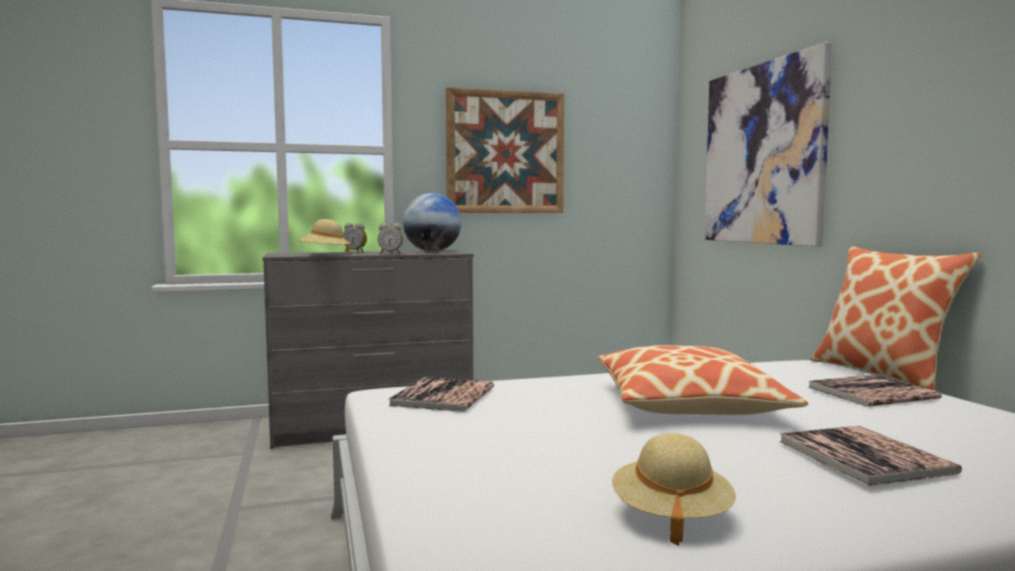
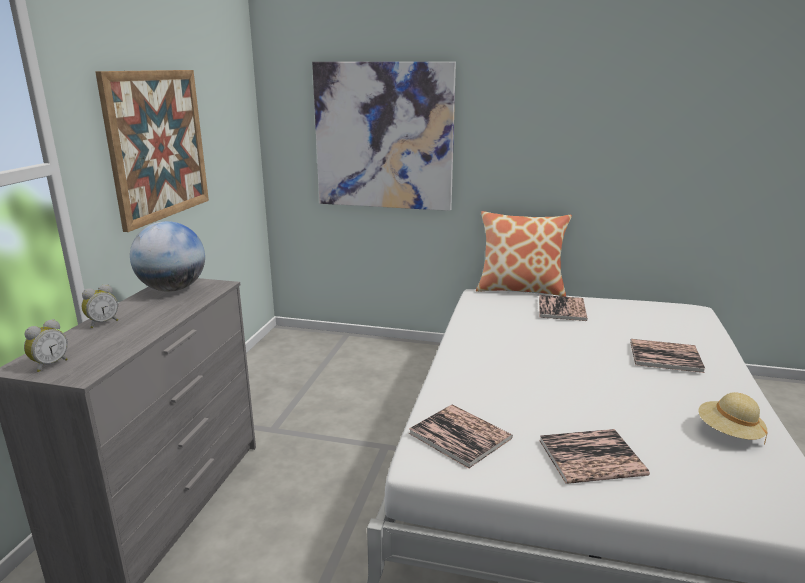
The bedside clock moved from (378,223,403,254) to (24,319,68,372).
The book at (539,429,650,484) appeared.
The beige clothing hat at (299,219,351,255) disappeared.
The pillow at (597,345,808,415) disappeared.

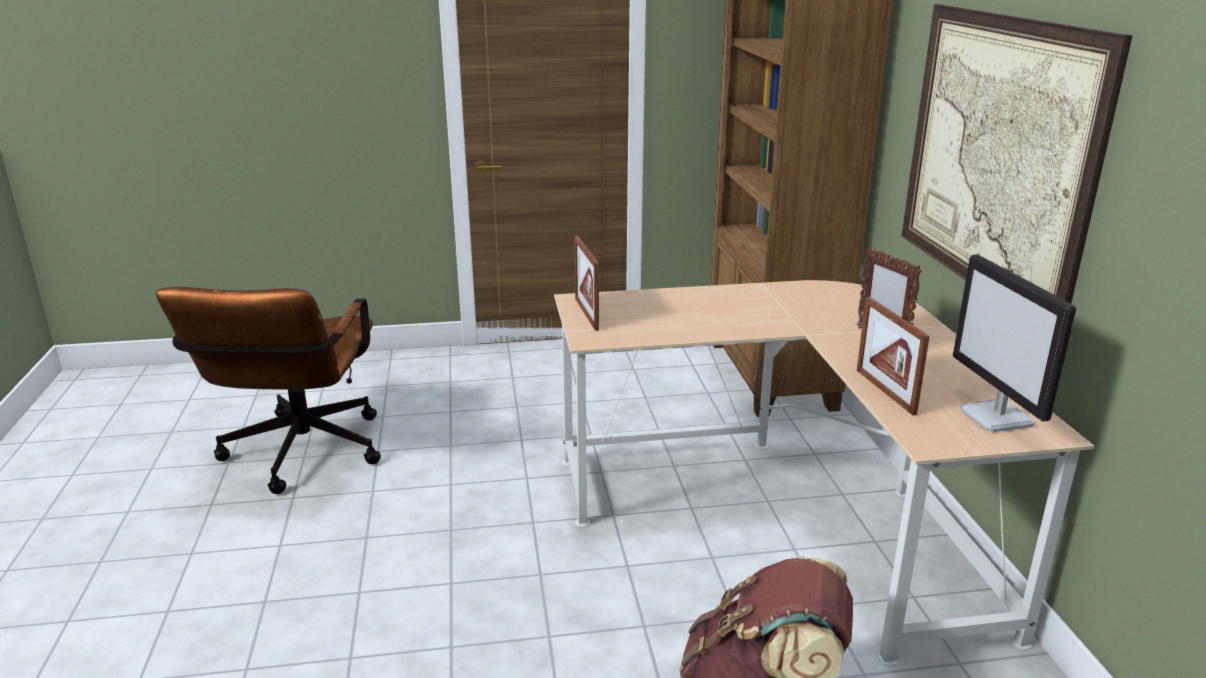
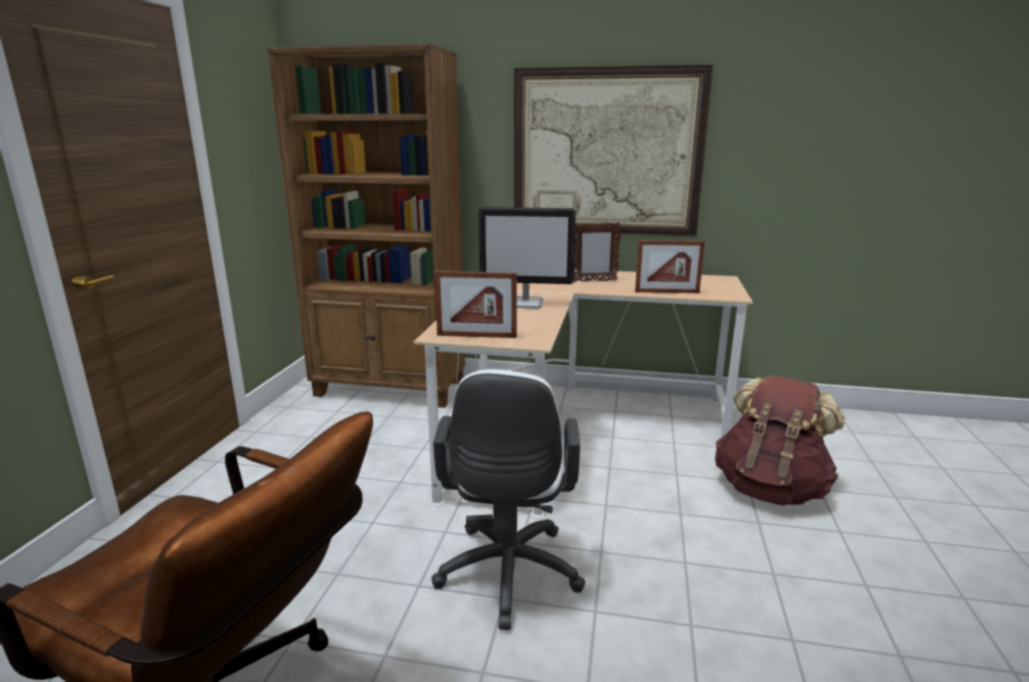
The white-coloured desk chair at (431,369,585,630) appeared.
The monitor moved from (953,254,1077,433) to (479,207,576,308).

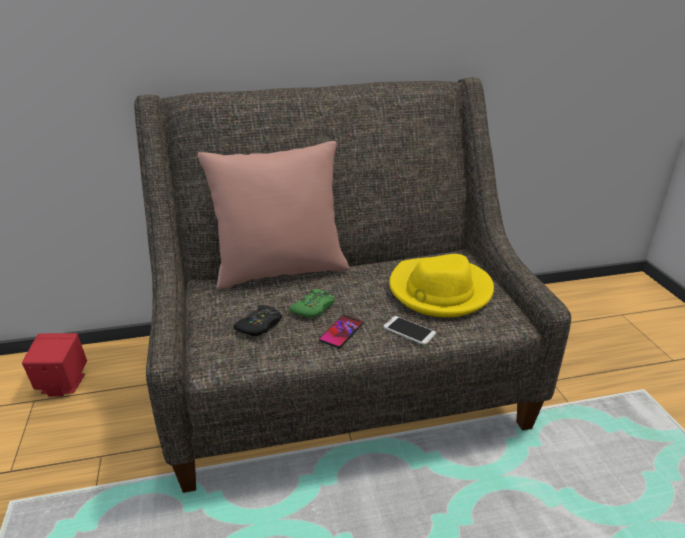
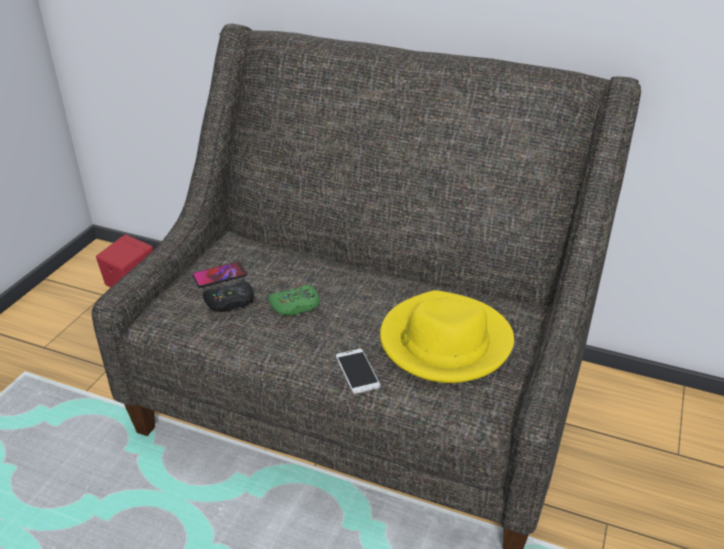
The handset moved from (319,315,363,348) to (192,262,247,288).
The pink pillow at (198,141,349,290) disappeared.

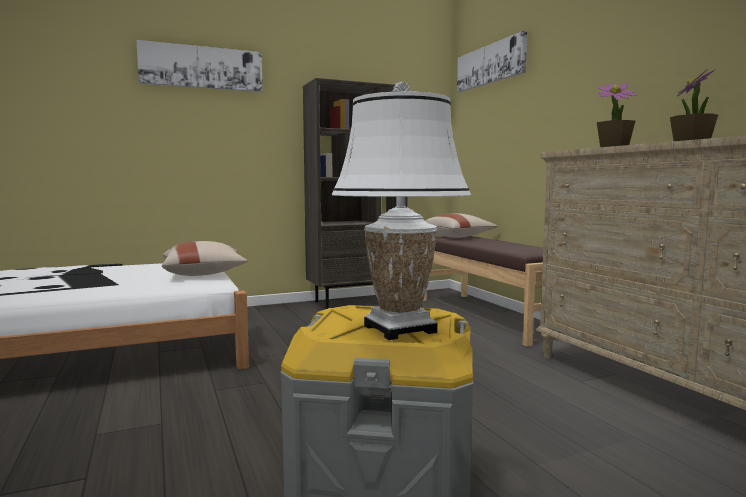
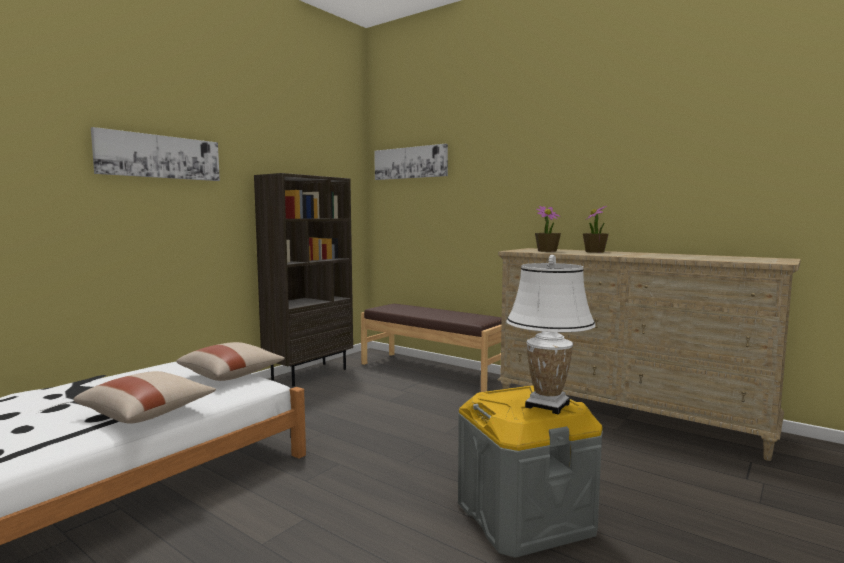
The beige pillow moved from (425,213,498,238) to (74,371,216,424).

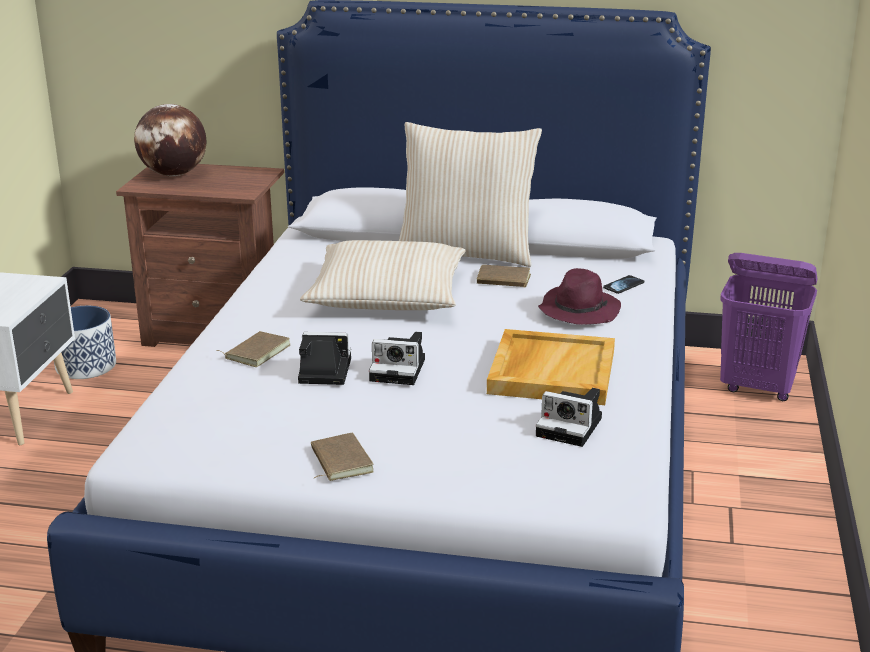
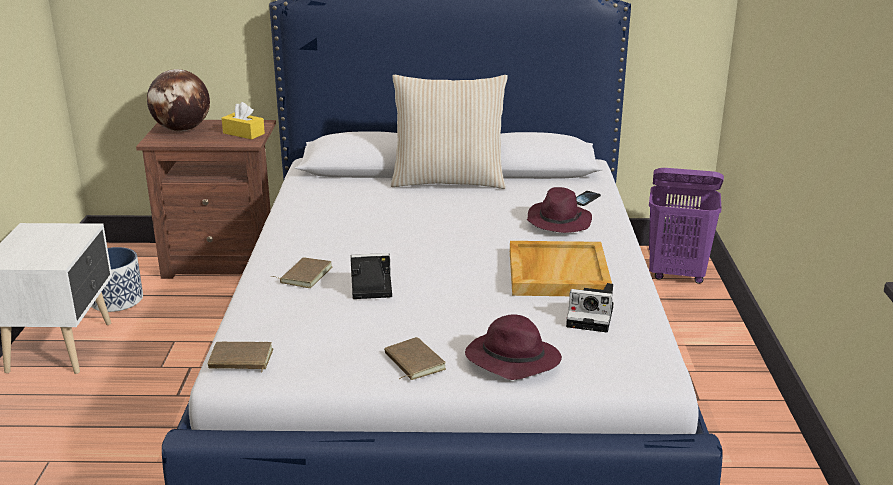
The brownish book moved from (477,265,531,288) to (207,342,274,372).
The yellowish tissue box at (222,102,265,139) appeared.
The purple clothing hat at (465,314,562,380) appeared.
The beige pillow at (300,240,466,310) disappeared.
The photo camera at (369,332,425,385) disappeared.

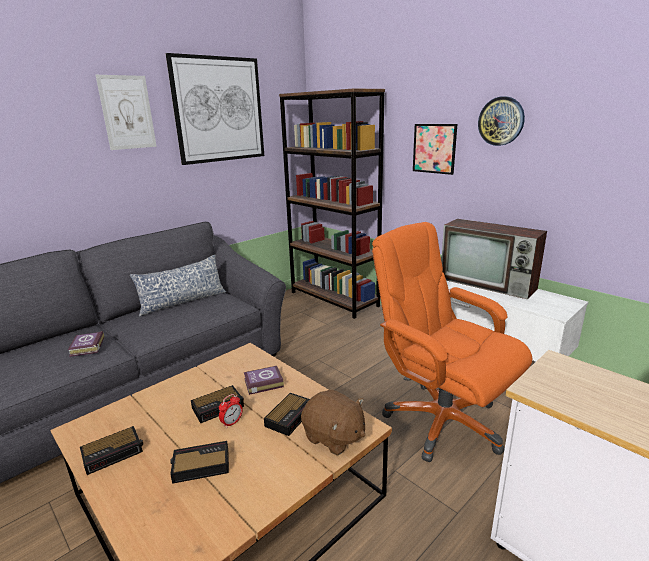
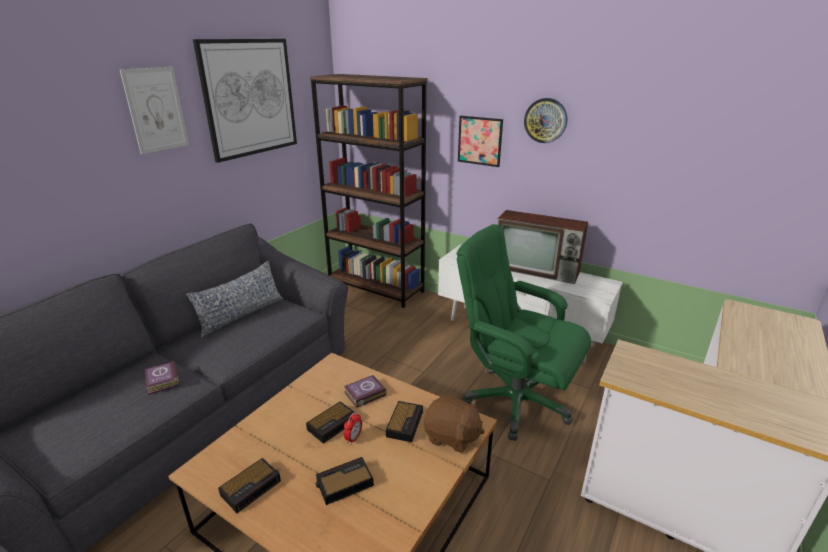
The orangey desk chair at (372,222,533,462) became the greenish desk chair at (457,224,591,441).

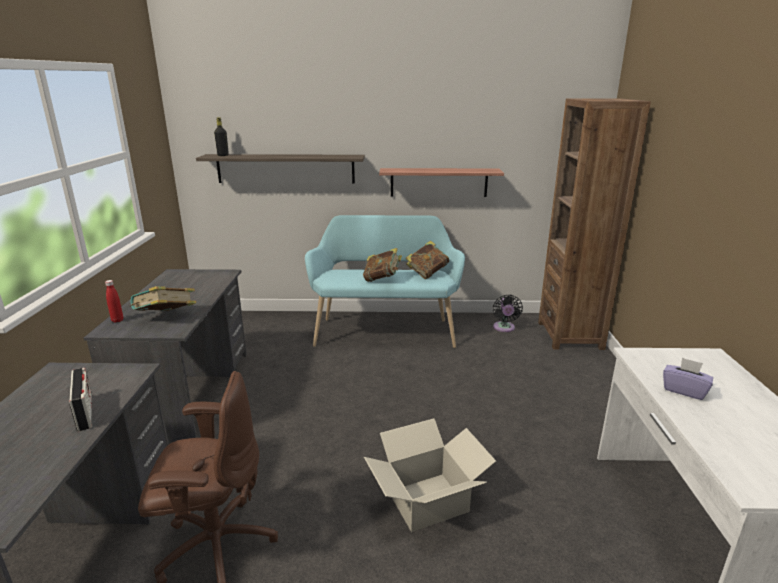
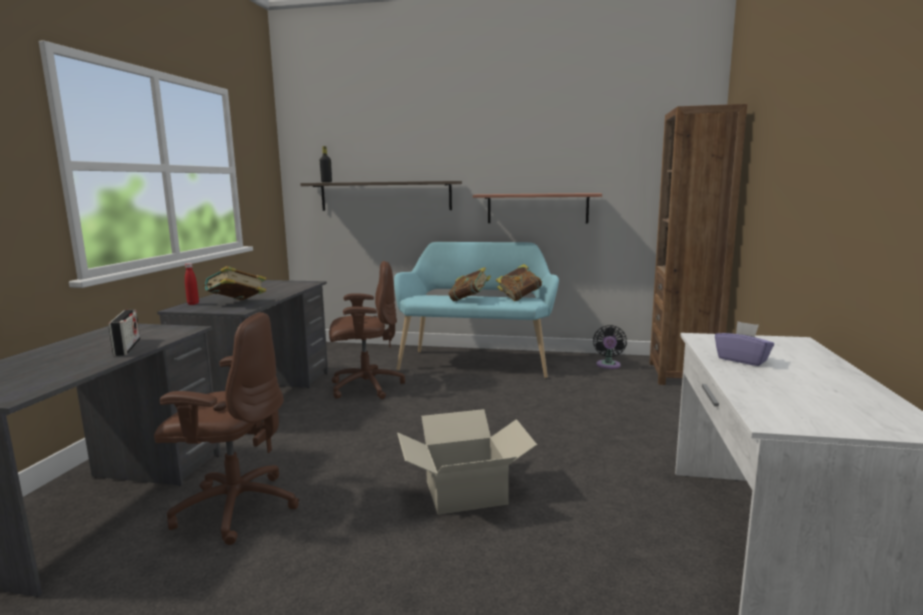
The brownish desk chair at (329,261,405,399) appeared.

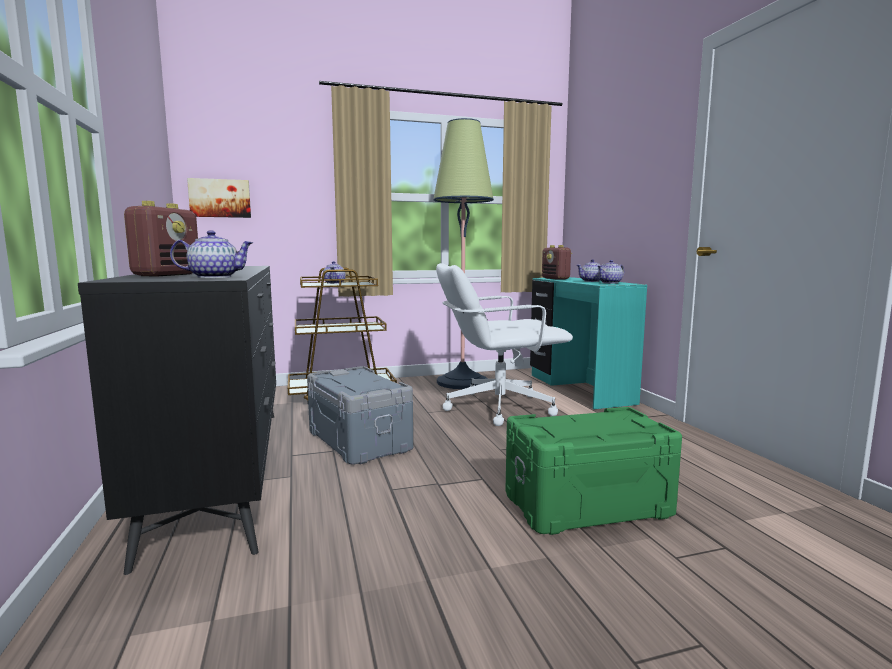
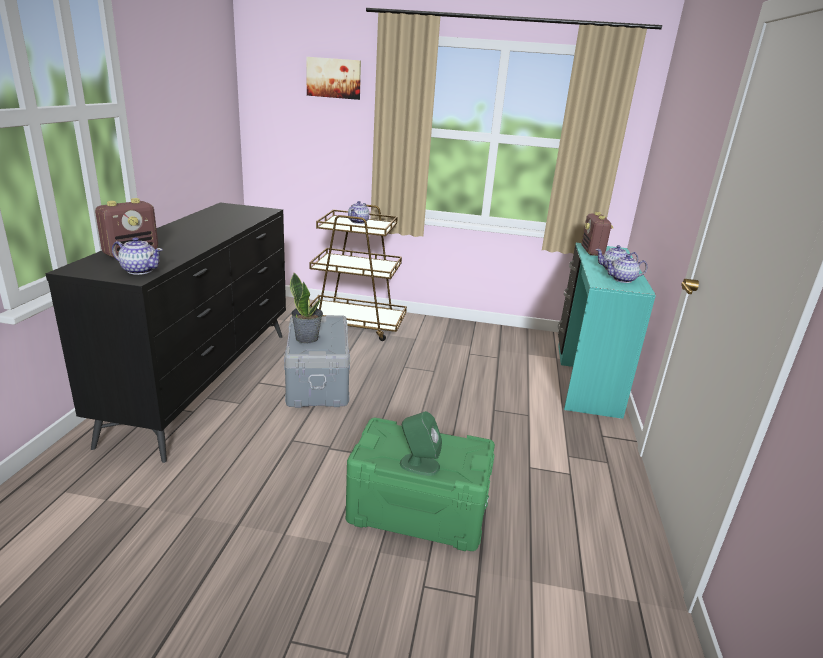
The plant in a pot at (290,273,323,344) appeared.
The wall picture moved from (187,178,251,218) to (306,57,361,100).
The greenish loudspeaker at (400,411,442,476) appeared.
The standard lamp at (433,118,494,389) disappeared.
The white-coloured desk chair at (436,263,573,426) disappeared.

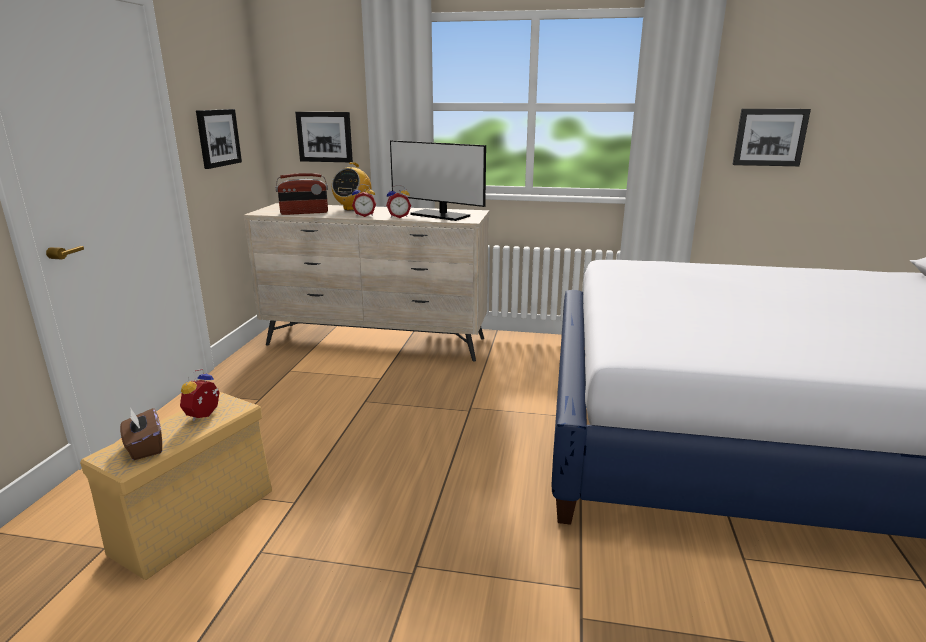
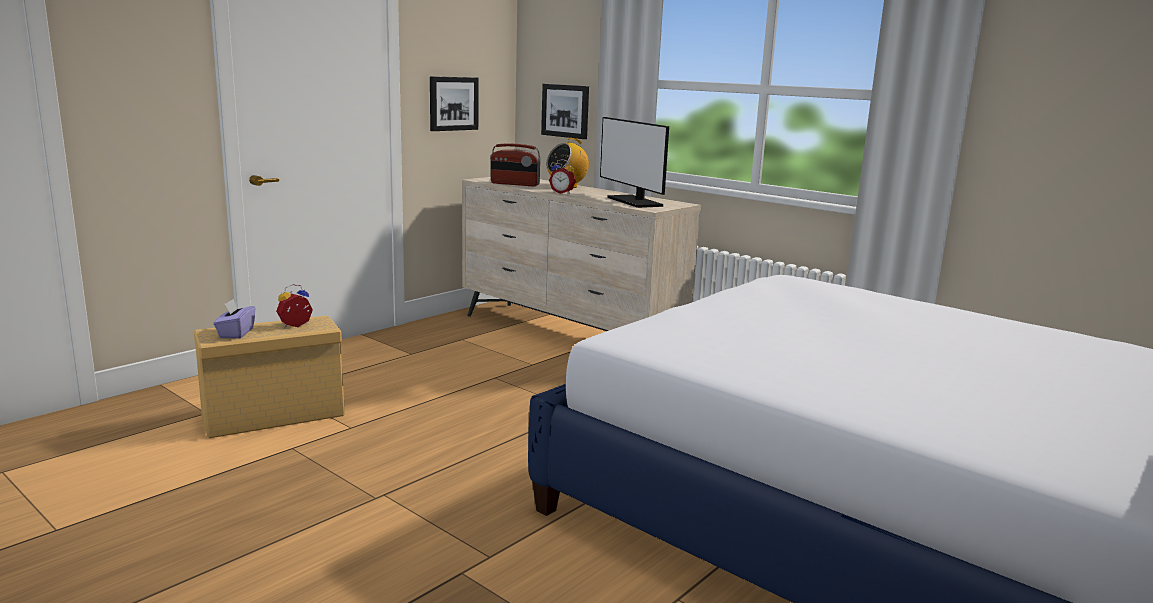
The brownish tissue box at (120,408,162,460) became the purple tissue box at (213,299,255,339).
The bedside clock at (386,185,411,218) disappeared.
The wall picture at (732,109,811,166) disappeared.

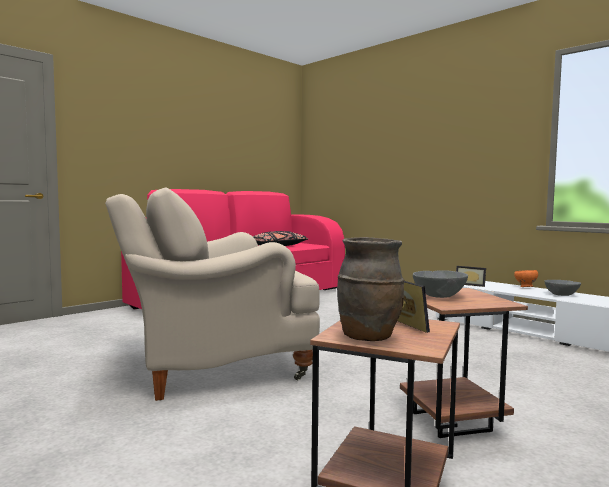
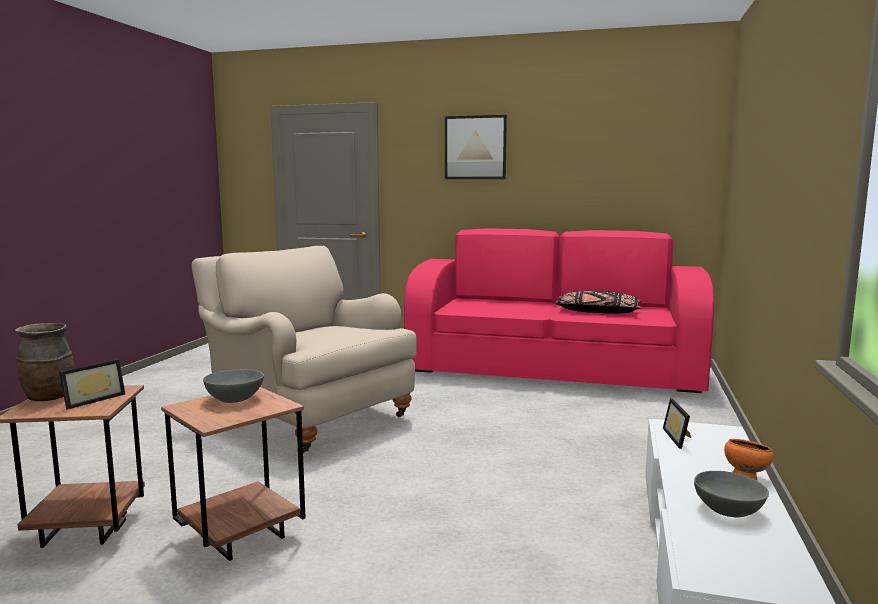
The wall picture at (445,115,507,179) appeared.

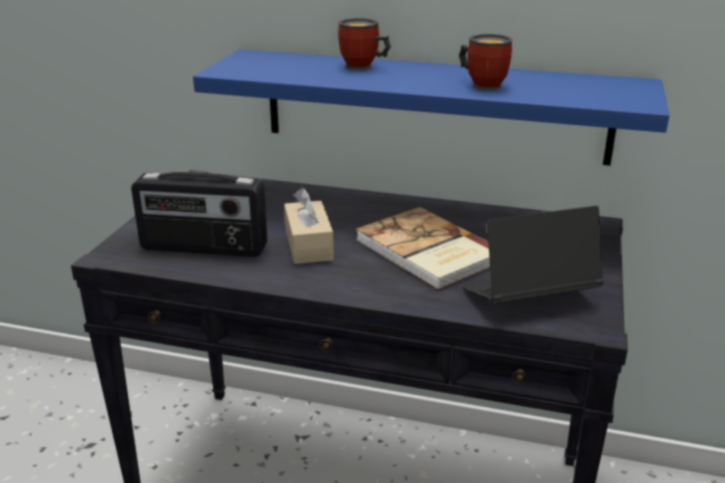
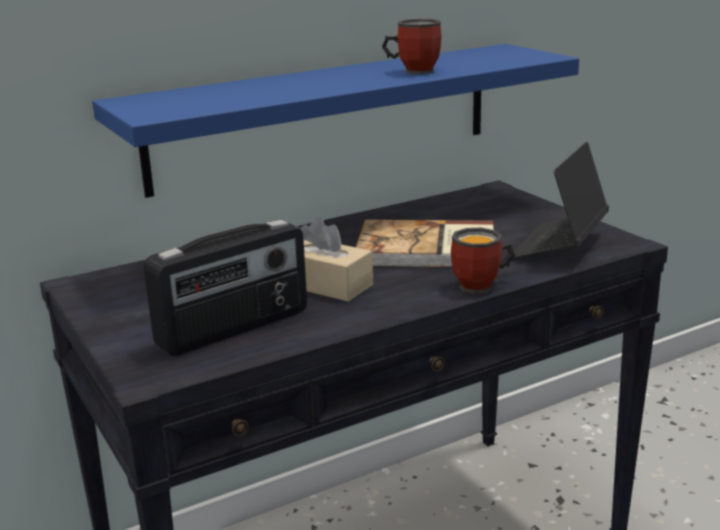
The tea mug moved from (338,18,391,70) to (451,228,515,293).

